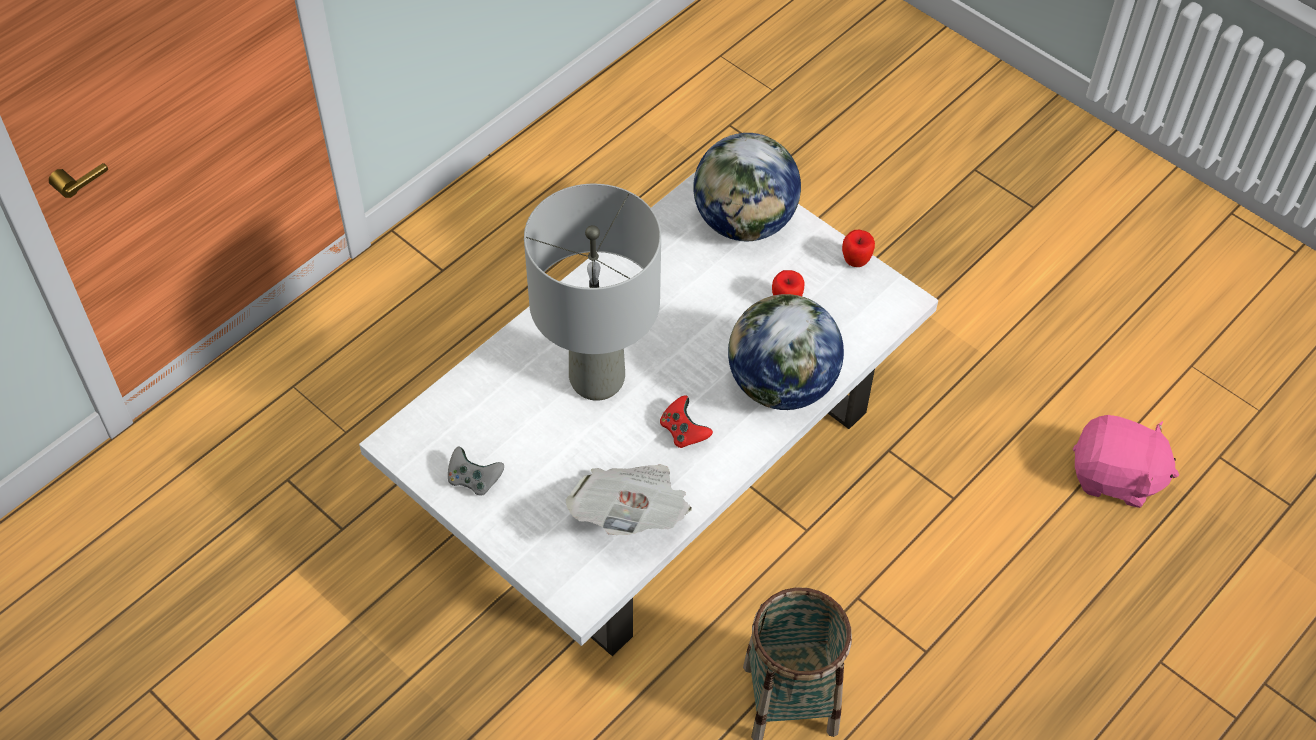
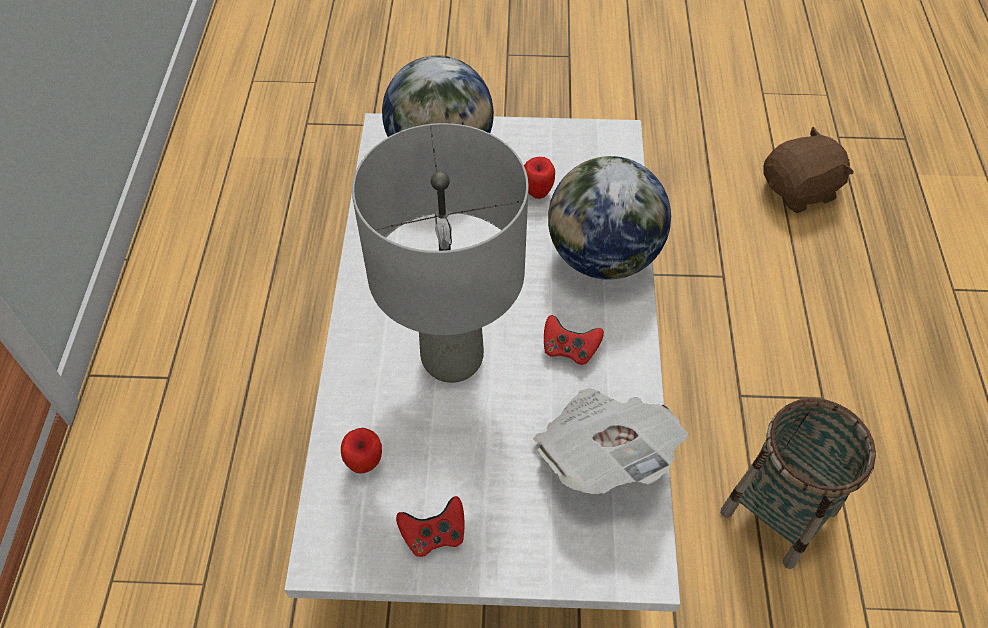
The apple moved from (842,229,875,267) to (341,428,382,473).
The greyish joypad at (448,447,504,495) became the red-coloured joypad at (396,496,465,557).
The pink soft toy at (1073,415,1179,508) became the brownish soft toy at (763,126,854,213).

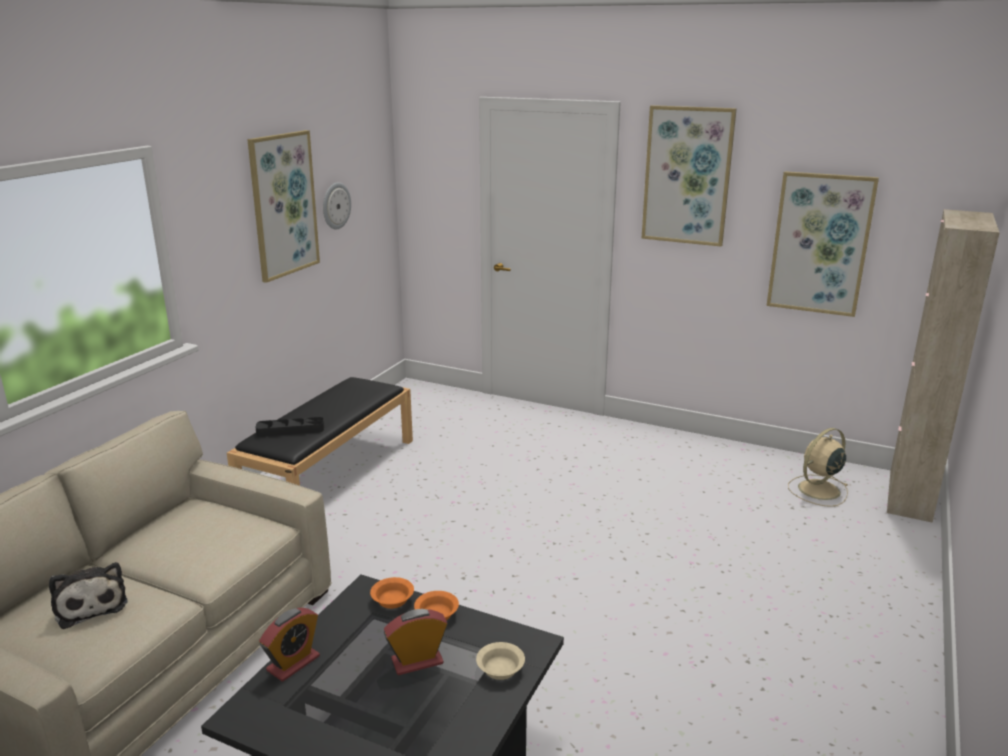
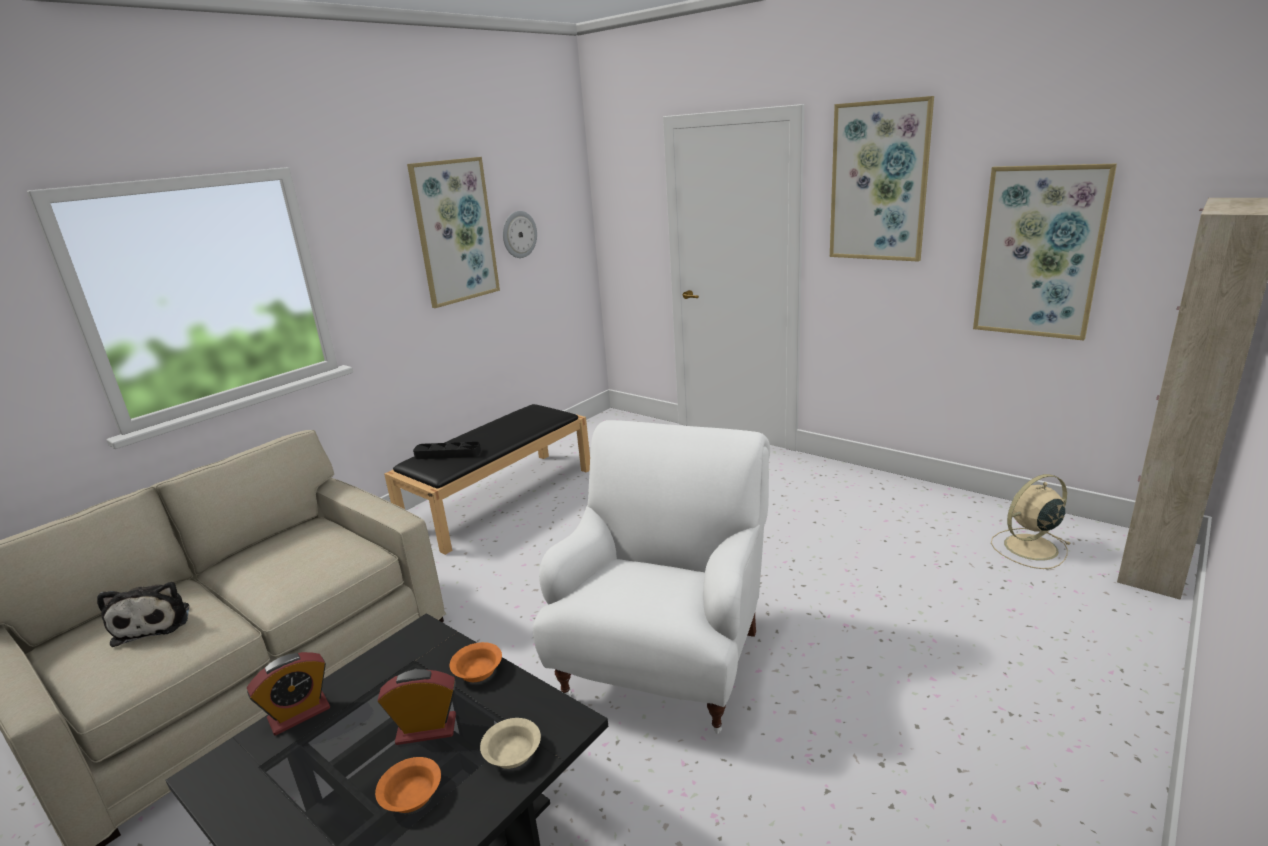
The orangey serving bowl moved from (370,577,414,609) to (375,757,441,813).
The white-coloured armchair at (533,420,770,734) appeared.

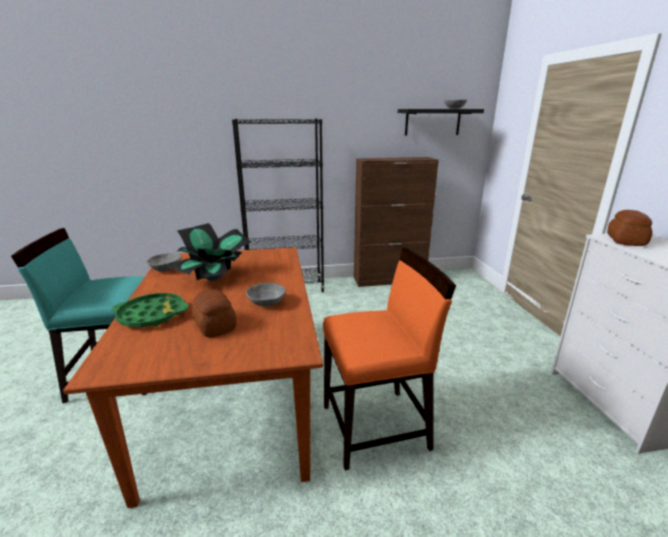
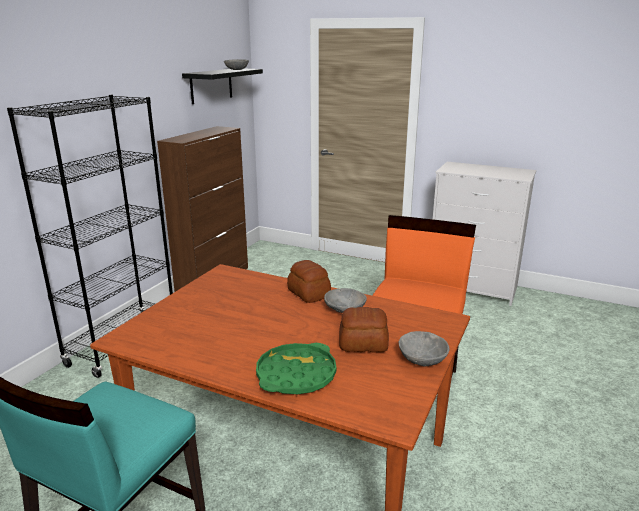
The baked bread moved from (607,210,653,246) to (287,260,331,303).
The greyish serving bowl moved from (147,253,182,272) to (399,331,449,367).
The plant in a pot at (172,223,252,281) disappeared.

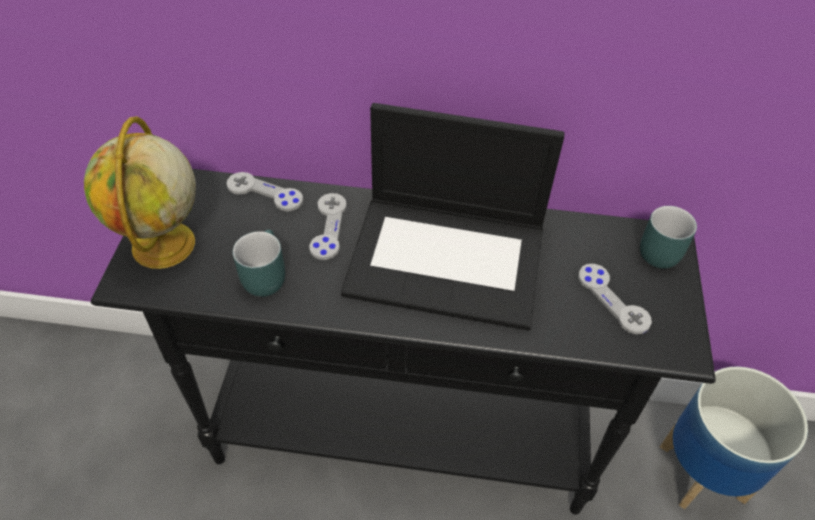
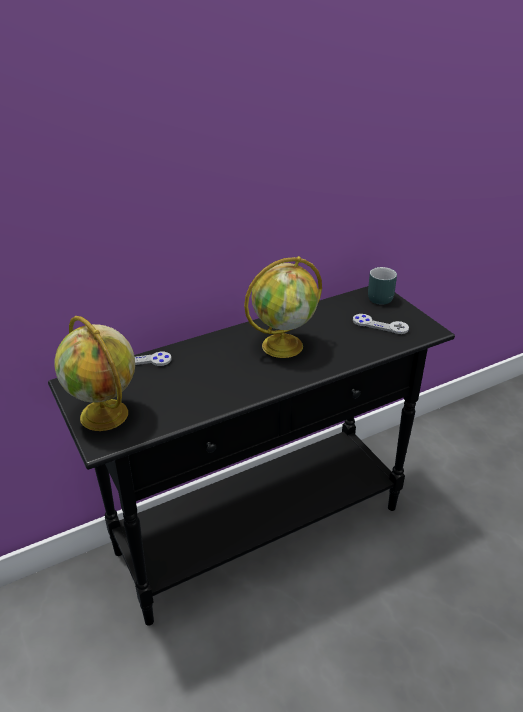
The notebook computer at (341,103,565,331) was replaced by the world globe at (244,256,322,358).
The blue-green tea mug at (233,230,285,297) disappeared.
The greyish joypad at (309,193,347,260) disappeared.
The plant pot at (660,367,808,509) disappeared.

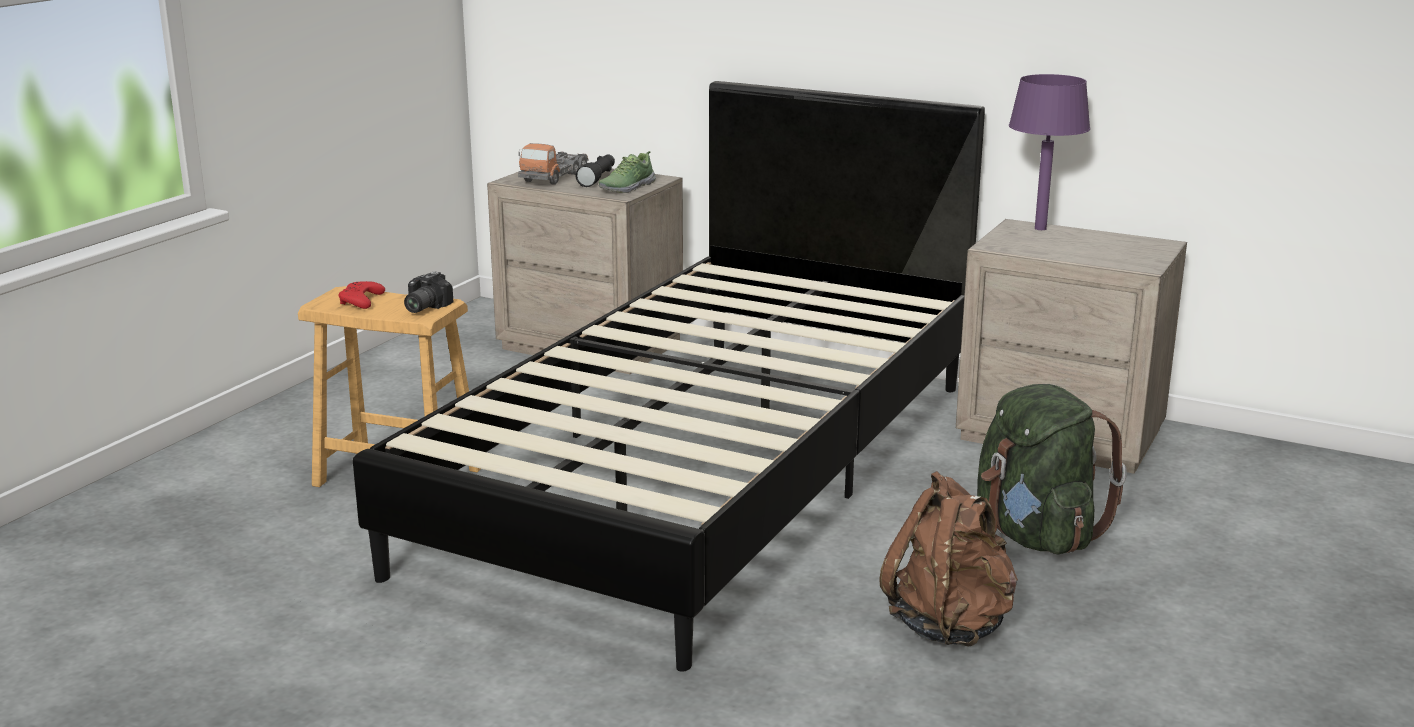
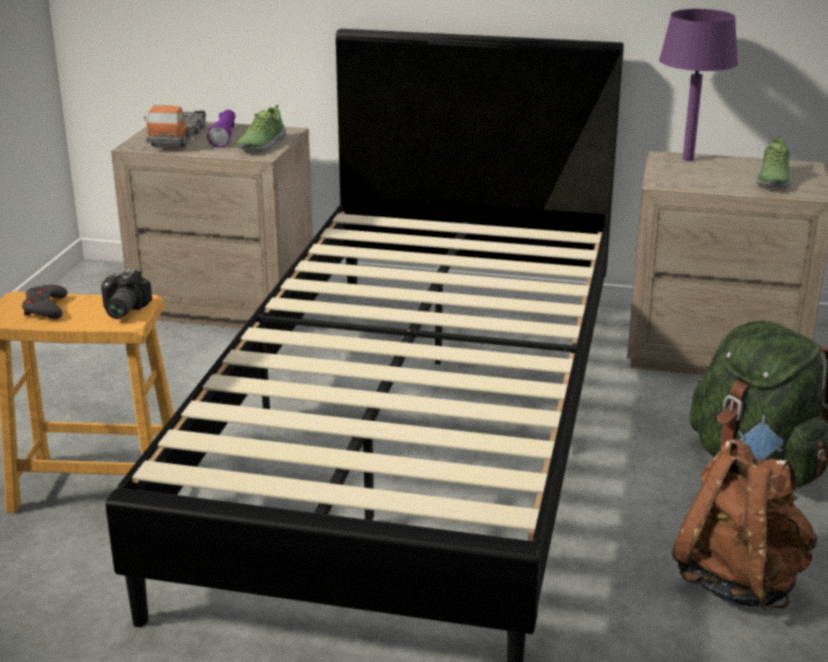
The red-coloured joypad at (338,281,385,309) became the greyish joypad at (22,285,67,319).
The blackish flashlight at (575,154,615,187) became the purple flashlight at (207,110,235,148).
The item of footwear at (756,136,791,188) appeared.

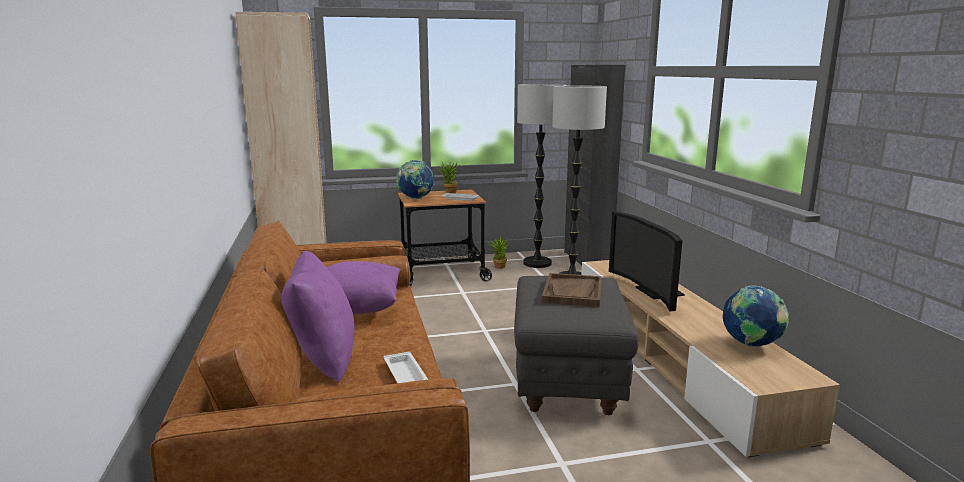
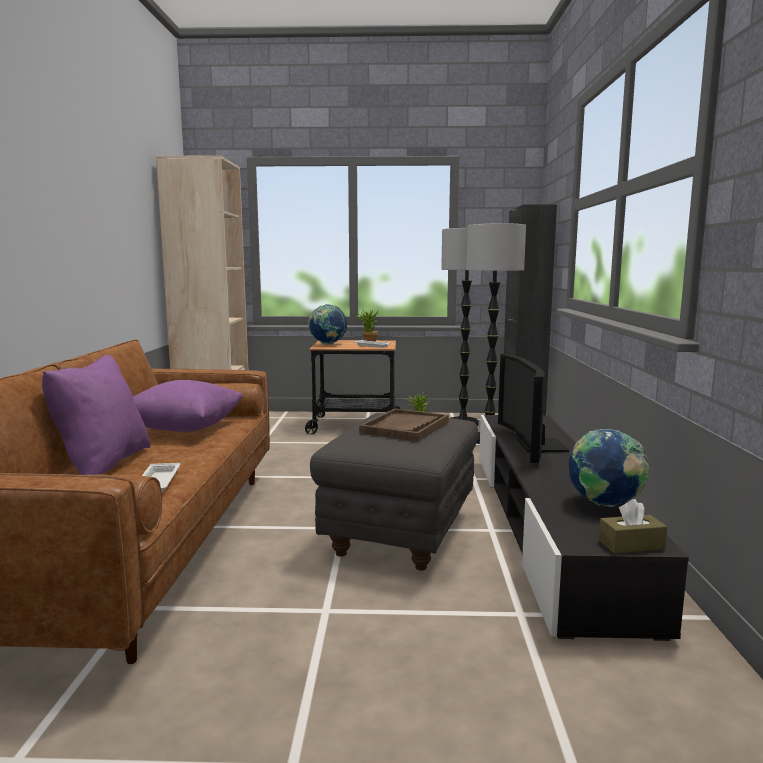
The beige tv unit at (581,260,840,457) became the blackish tv unit at (479,415,689,641).
The brownish tissue box at (599,499,667,553) appeared.

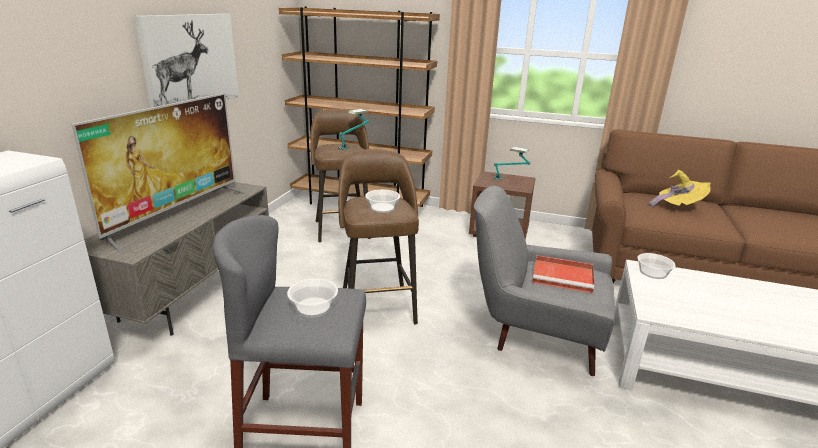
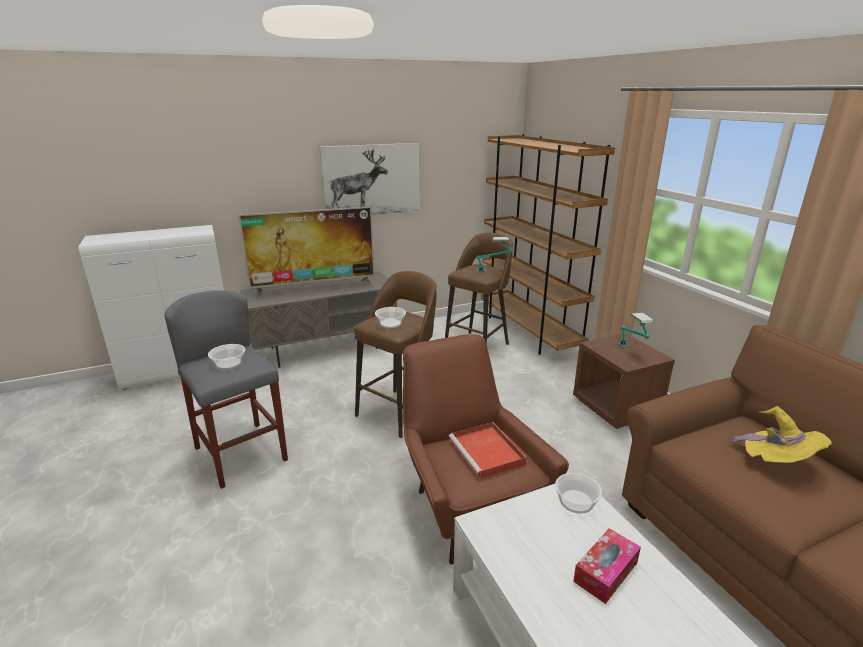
The greyish armchair at (474,185,615,376) became the brownish armchair at (403,334,569,565).
The tissue box at (573,528,641,604) appeared.

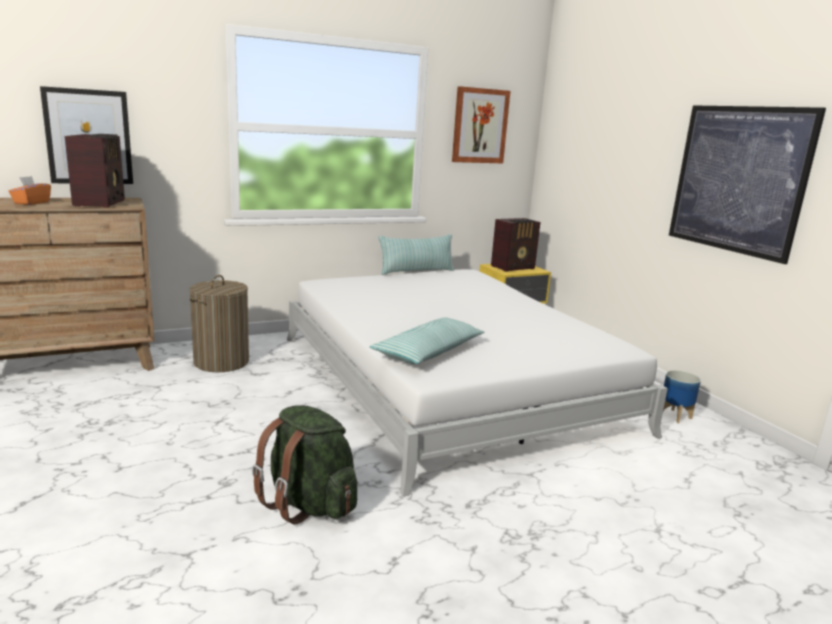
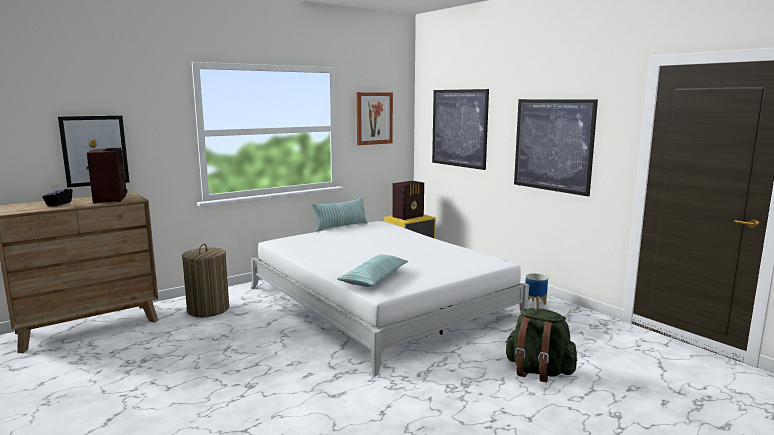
The orangey tissue box at (8,176,51,205) became the blackish tissue box at (42,184,72,206).
The wall picture at (432,89,489,170) appeared.
The greenish rucksack moved from (252,405,357,524) to (505,308,577,382).

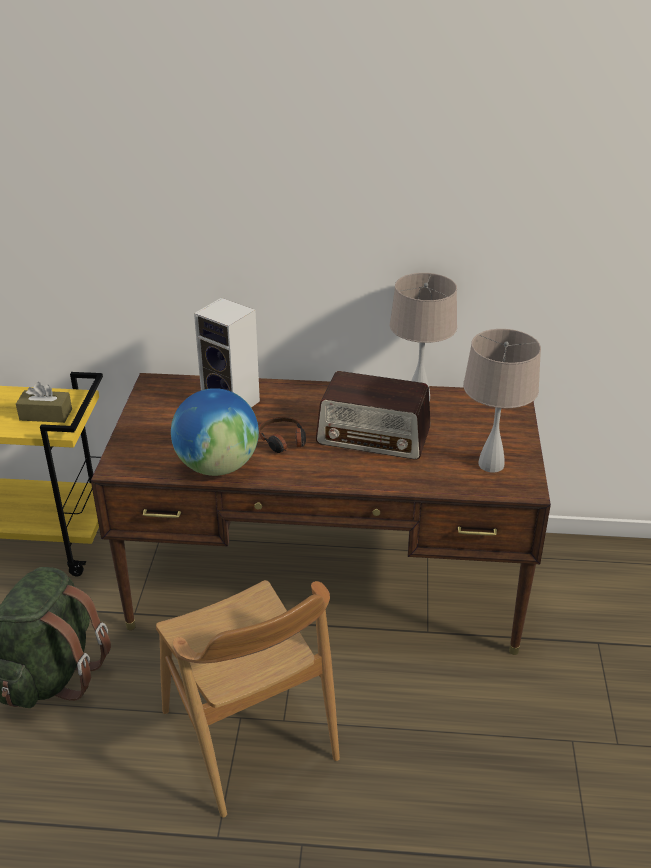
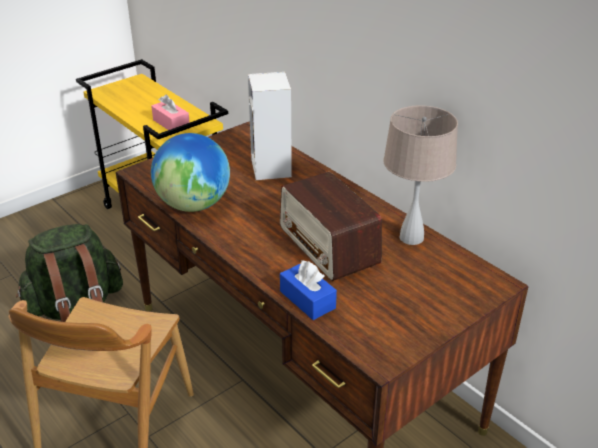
The brownish tissue box at (16,382,72,423) became the pink tissue box at (151,95,190,130).
The blue-coloured tissue box at (280,260,337,320) appeared.
The headphones at (259,417,306,453) disappeared.
The beige tabletop lamp at (463,329,541,473) disappeared.

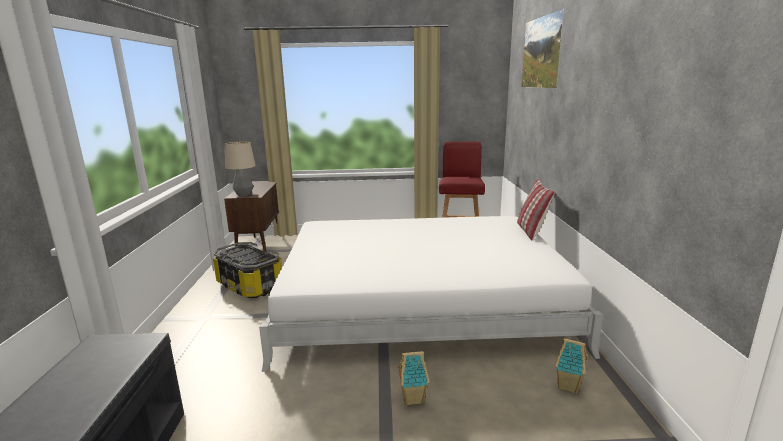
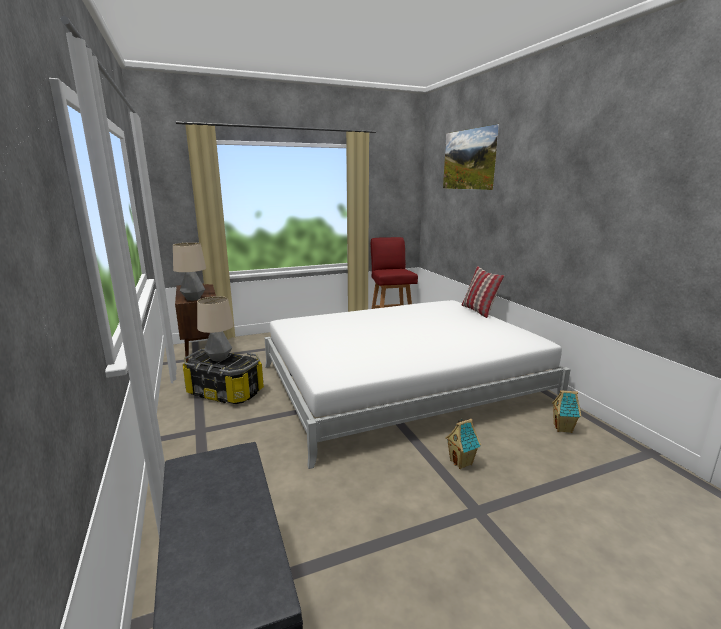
The tabletop lamp at (197,296,234,362) appeared.

